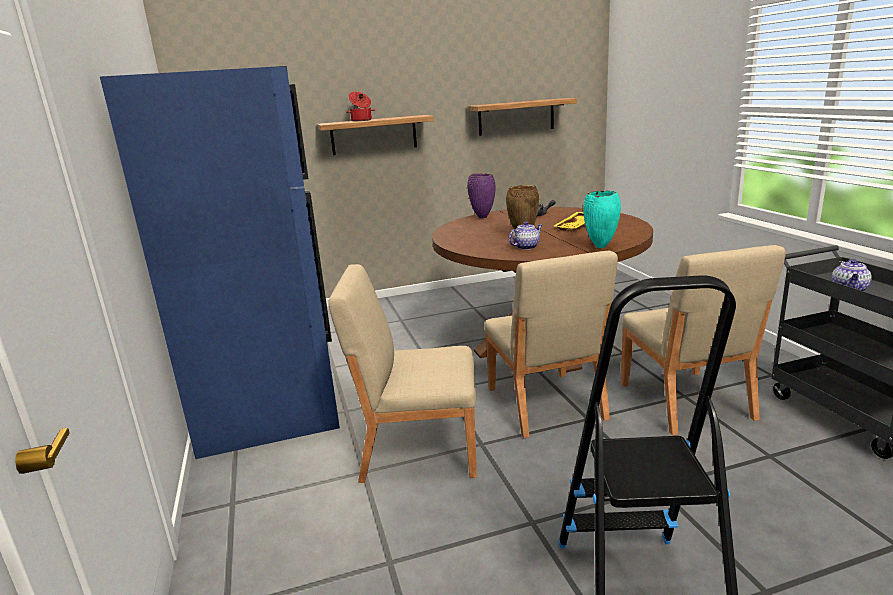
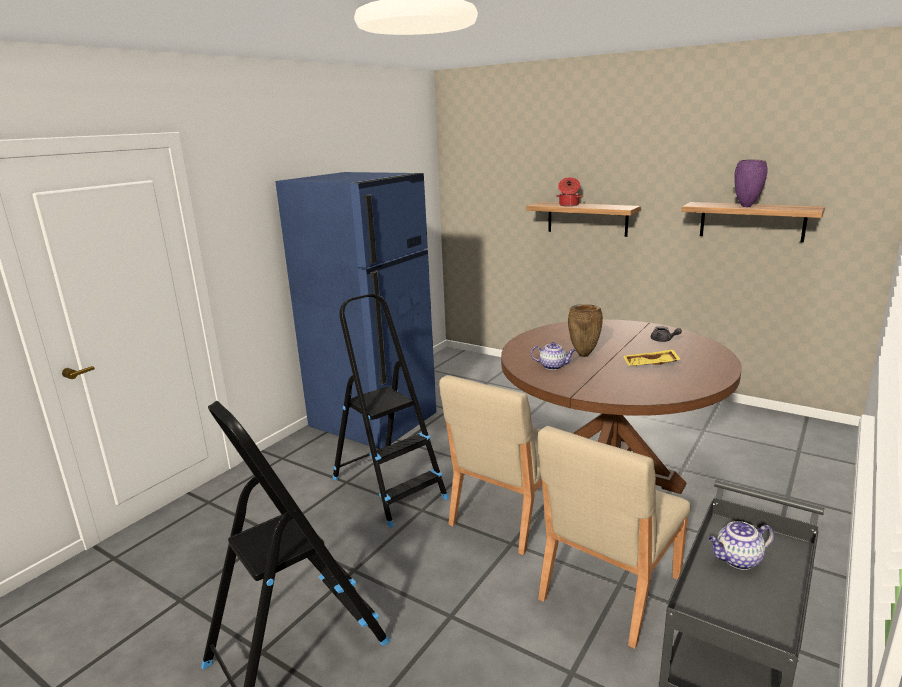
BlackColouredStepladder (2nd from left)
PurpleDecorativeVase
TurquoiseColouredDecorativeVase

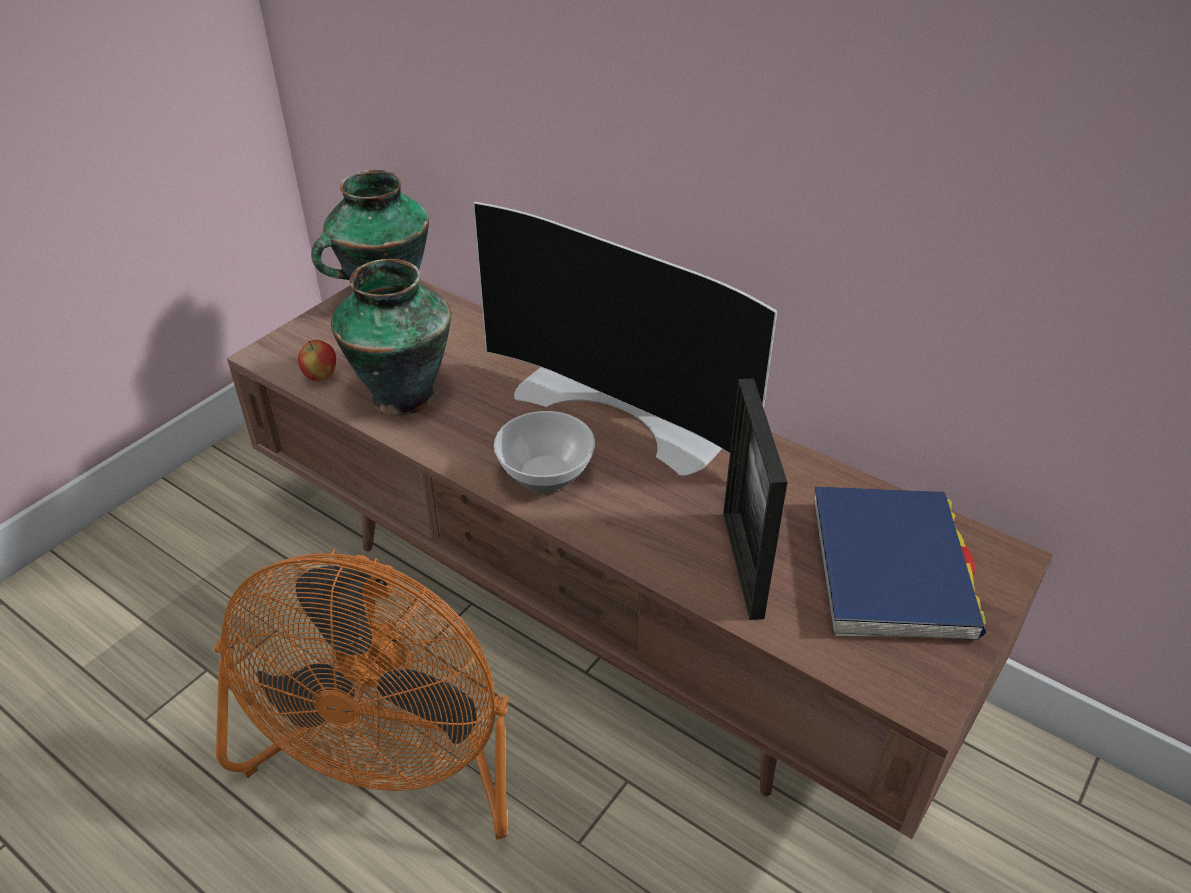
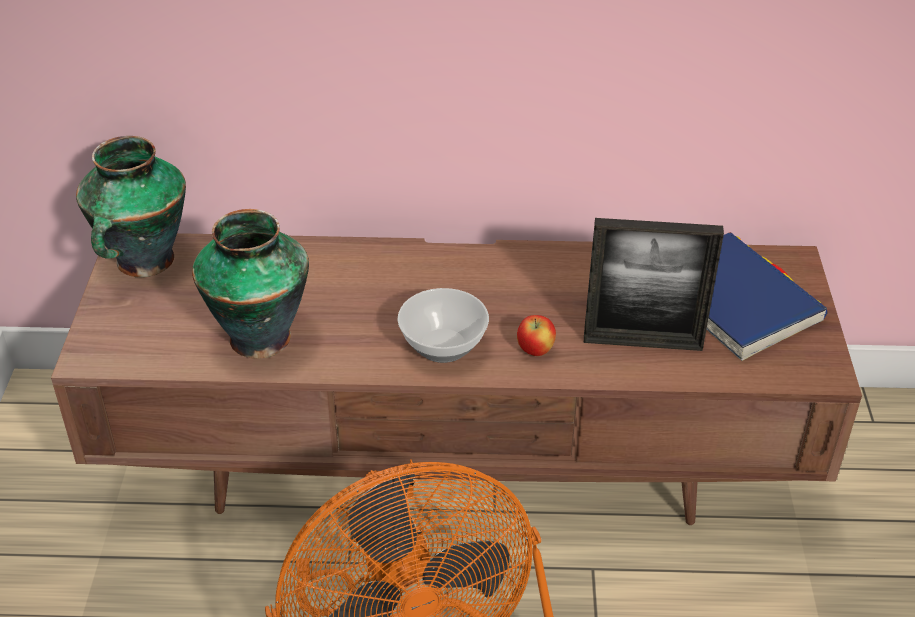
AppleFruit
StandingFrame
Television

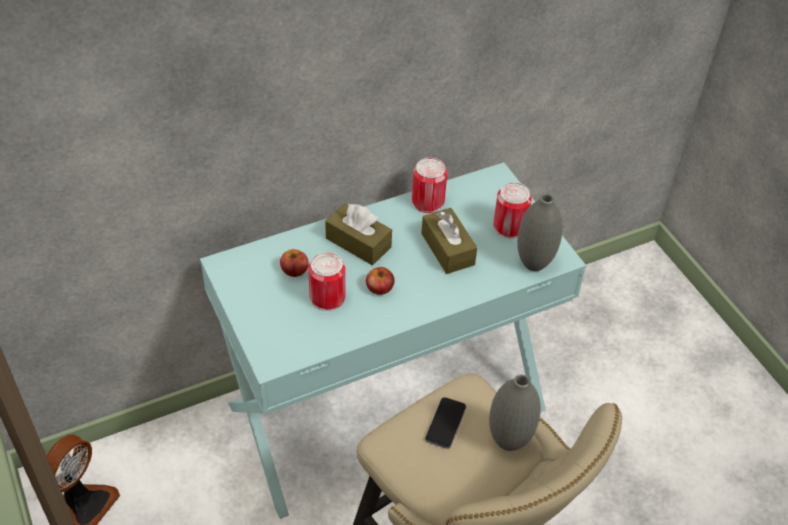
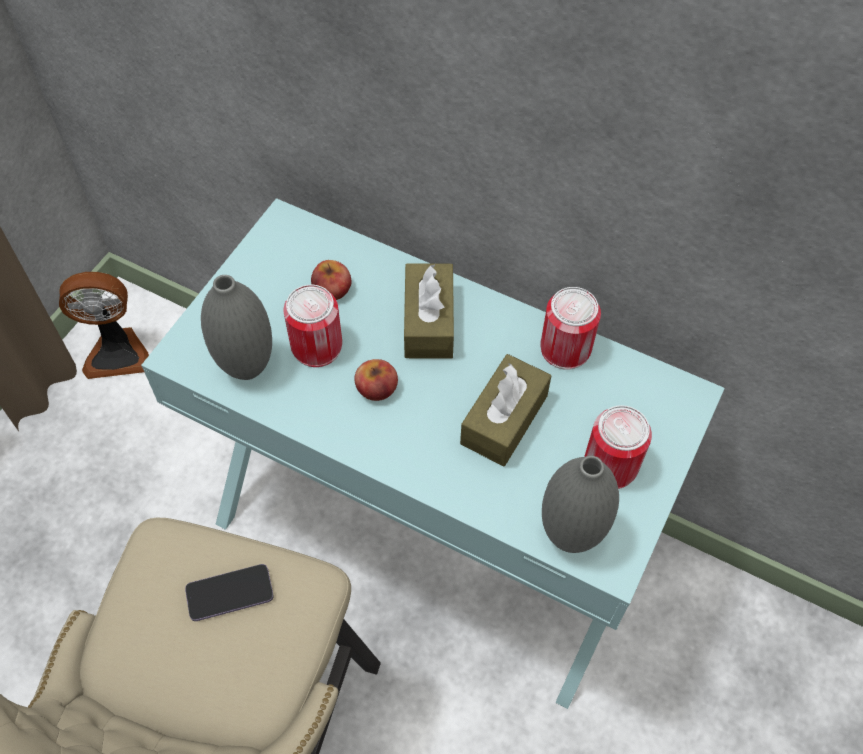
GreyishDecorativeVase (1st from left)

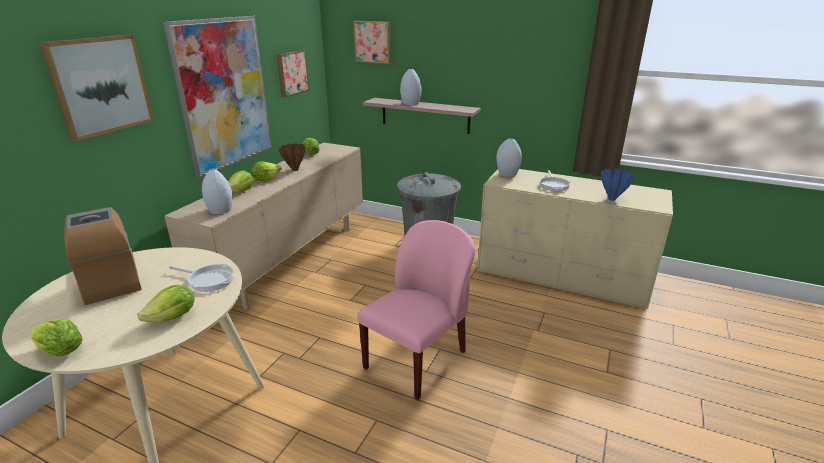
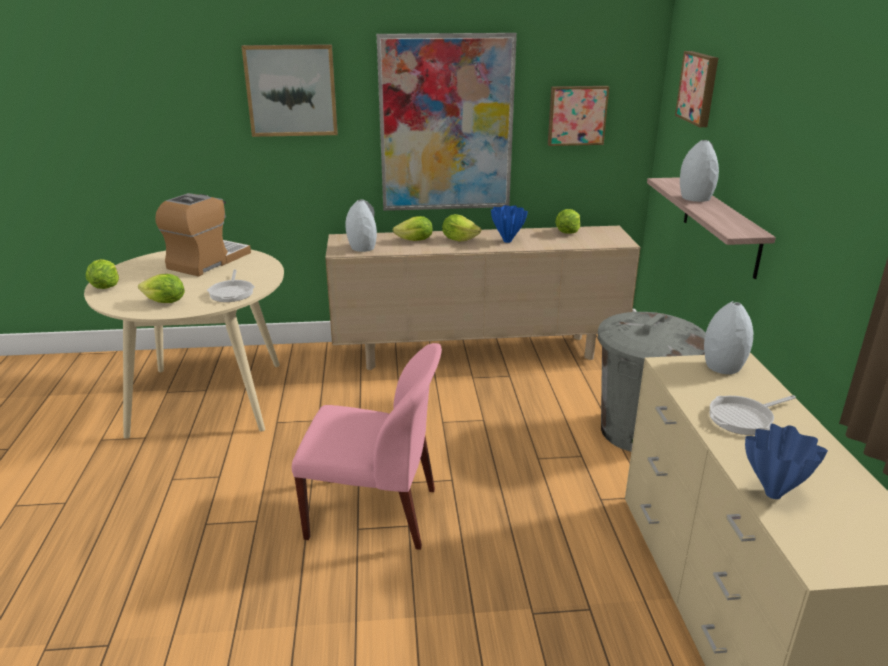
BlueColouredDecorativeVase (1st from left)

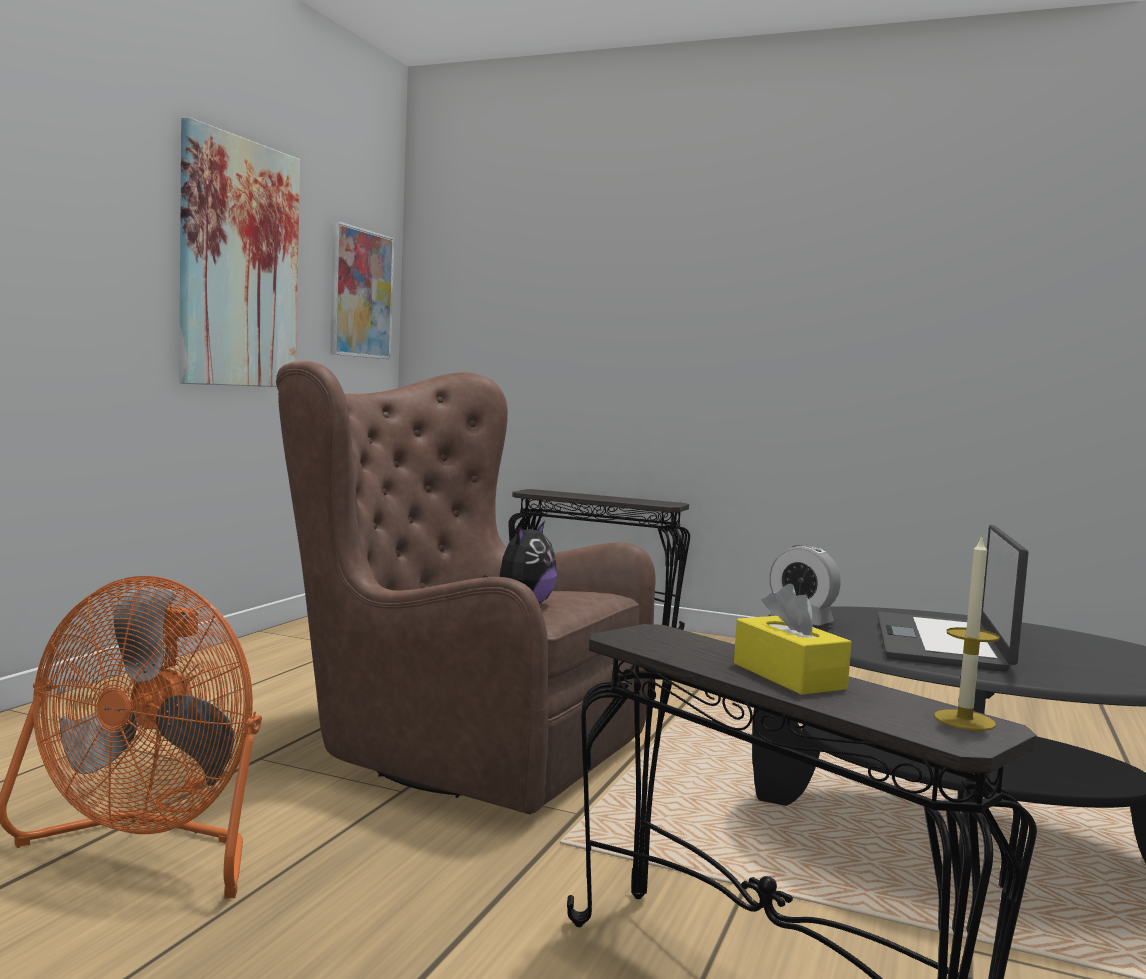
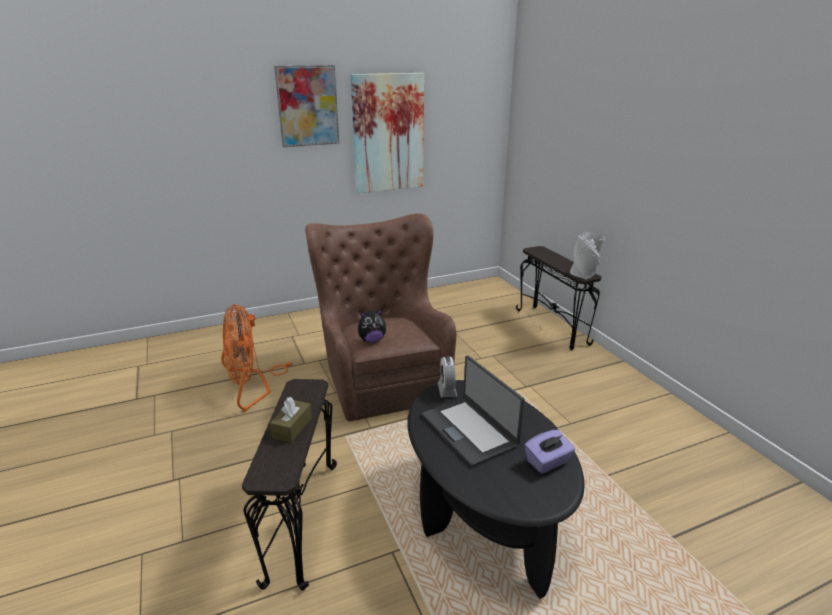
BrownColouredTissueHolder
WallArt (1st from left)
PortableComputer
PurpleTissueHolder
GreyishDecorativeVase
Candle

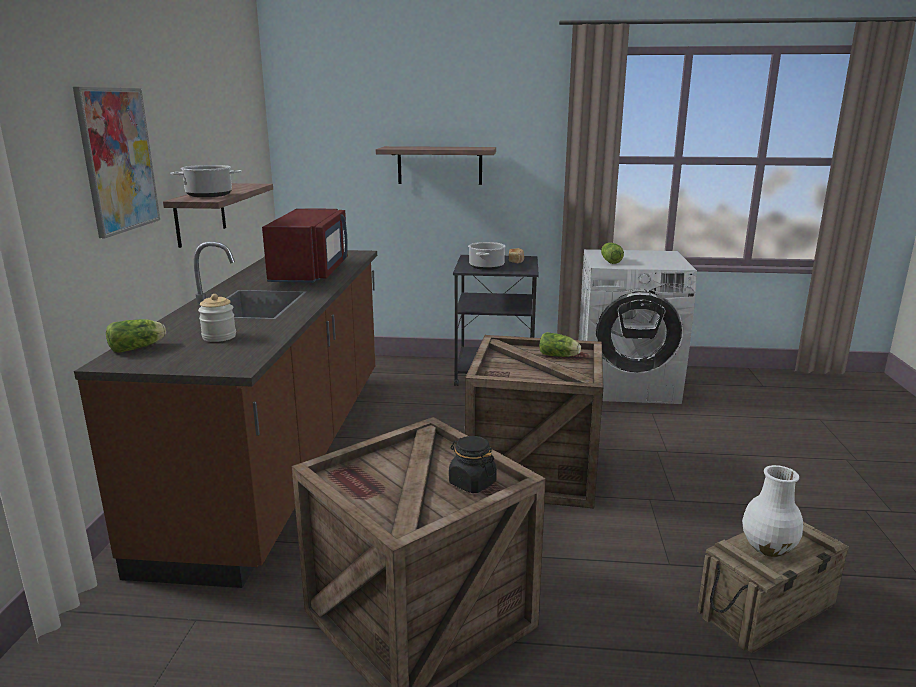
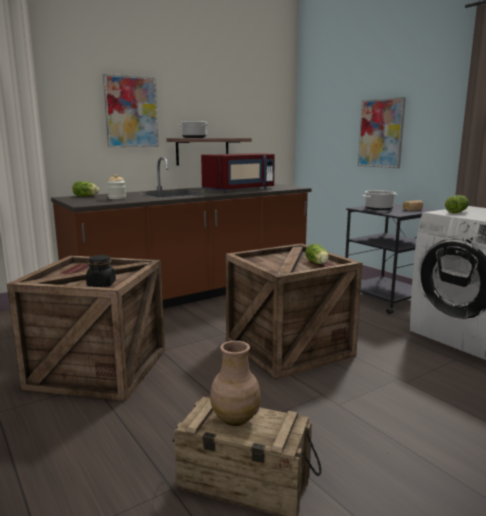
BrownColouredDecorativeVase
WallArt (2nd from left)

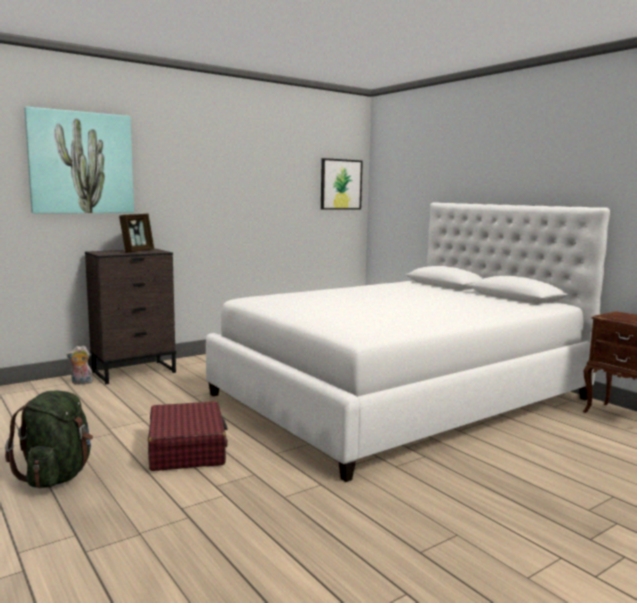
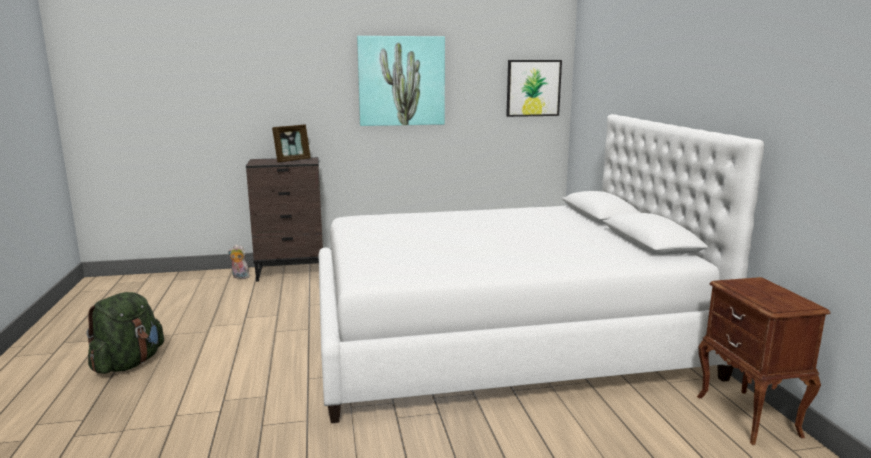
WallArt (1st from left)
RedSuitcase

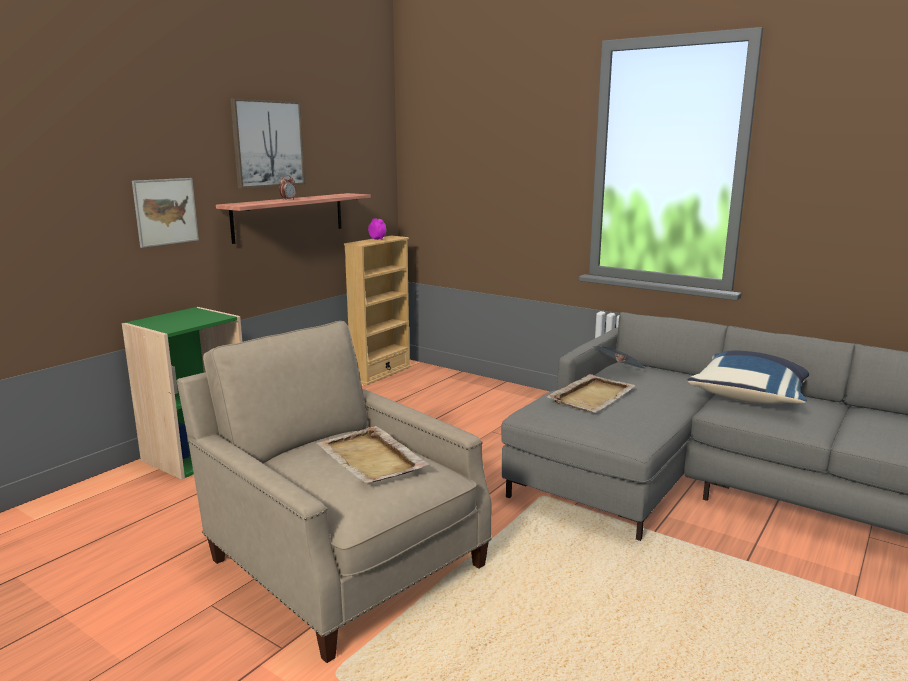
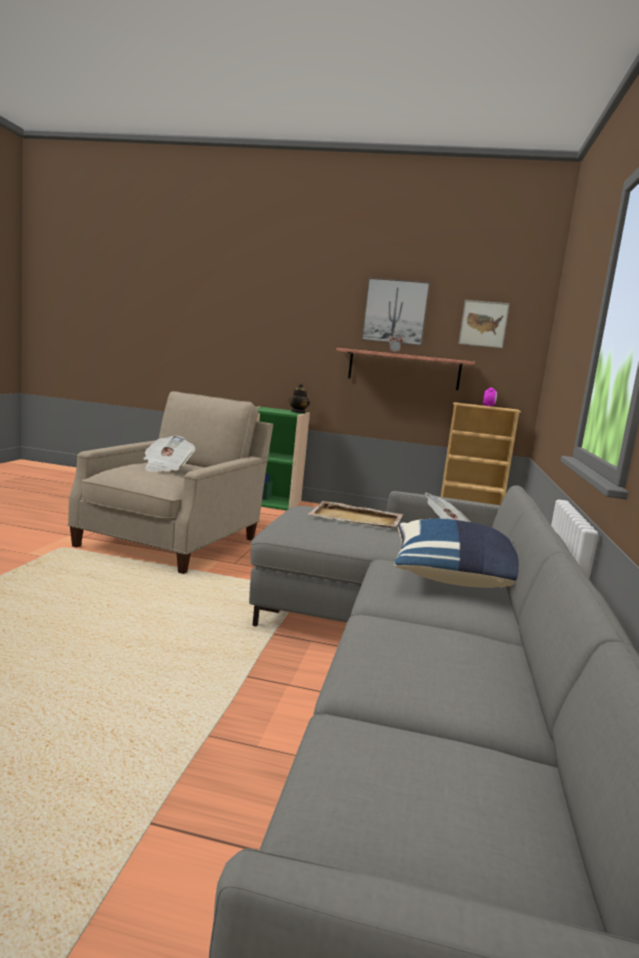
Newspaper (1st from left)
TeaPot
WallArt (2nd from left)

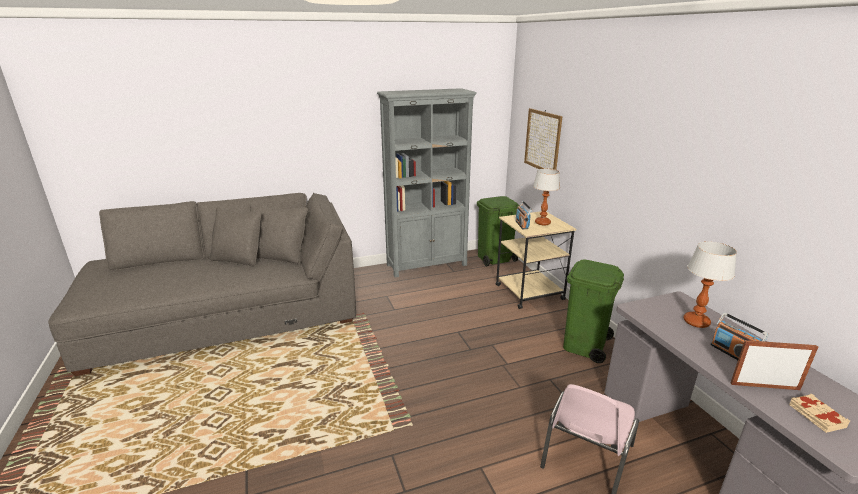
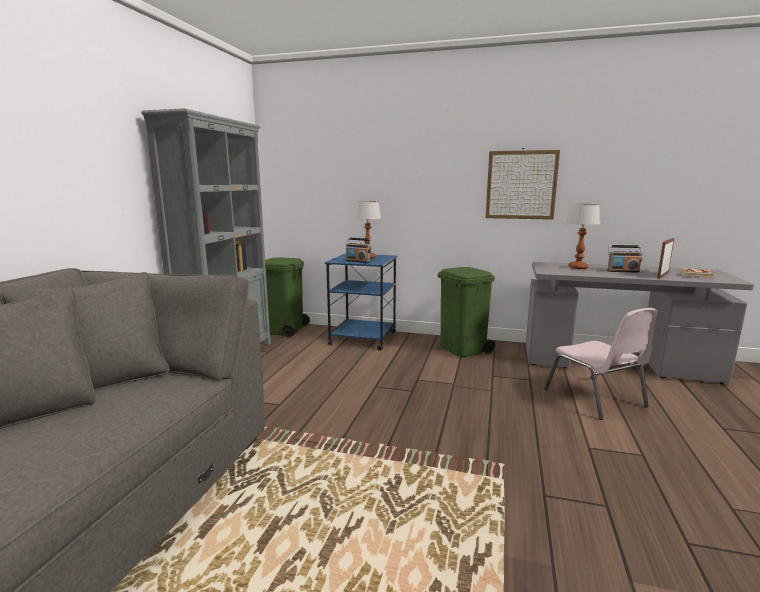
BlueColouredTrolley
WallArt

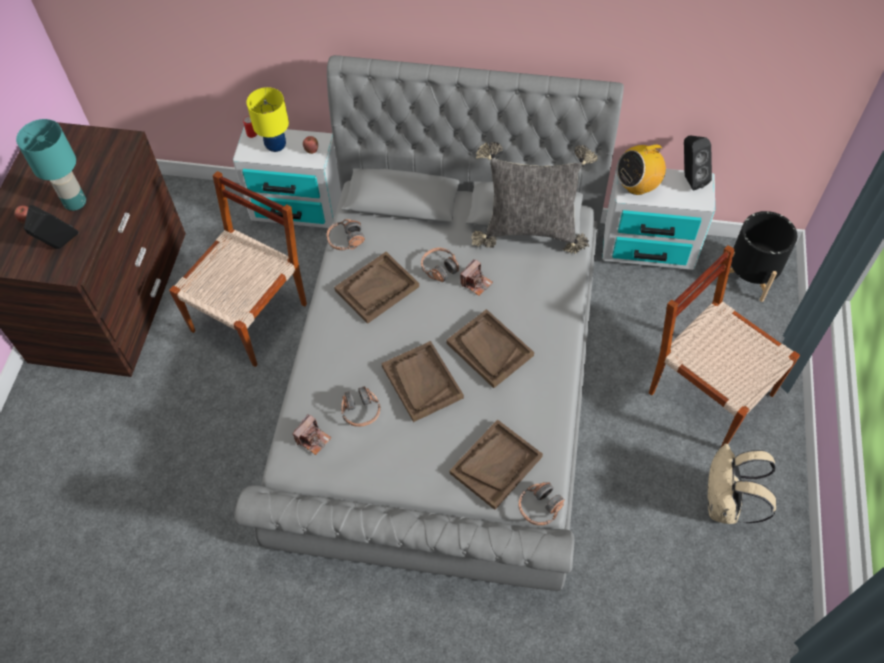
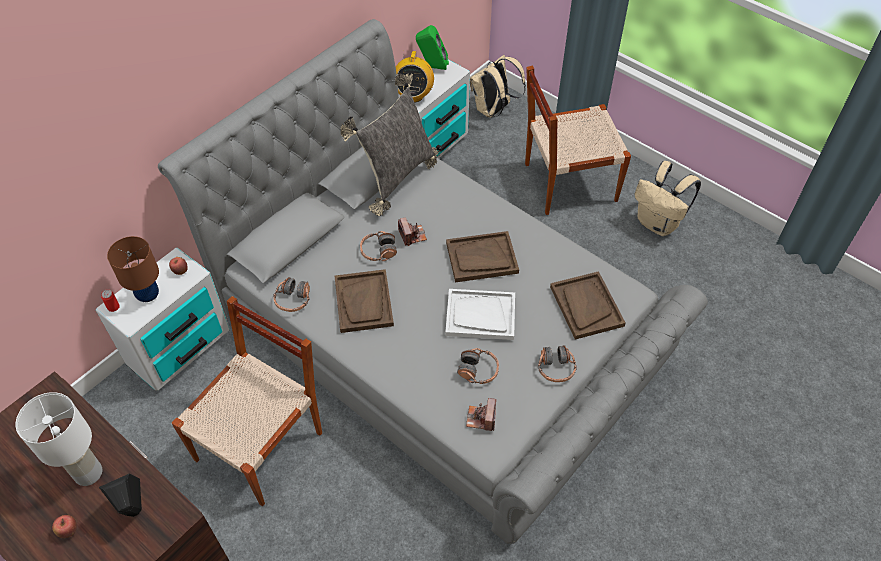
WhiteLampForATable
BrownColouredLampForATable
UprightChair (1st from left)
GreenLoudspeaker
WhiteServingTray
PhotoCamera (2nd from left)
BeigeColouredRucksack (1st from left)
PairOfHeadphones (4th from left)

